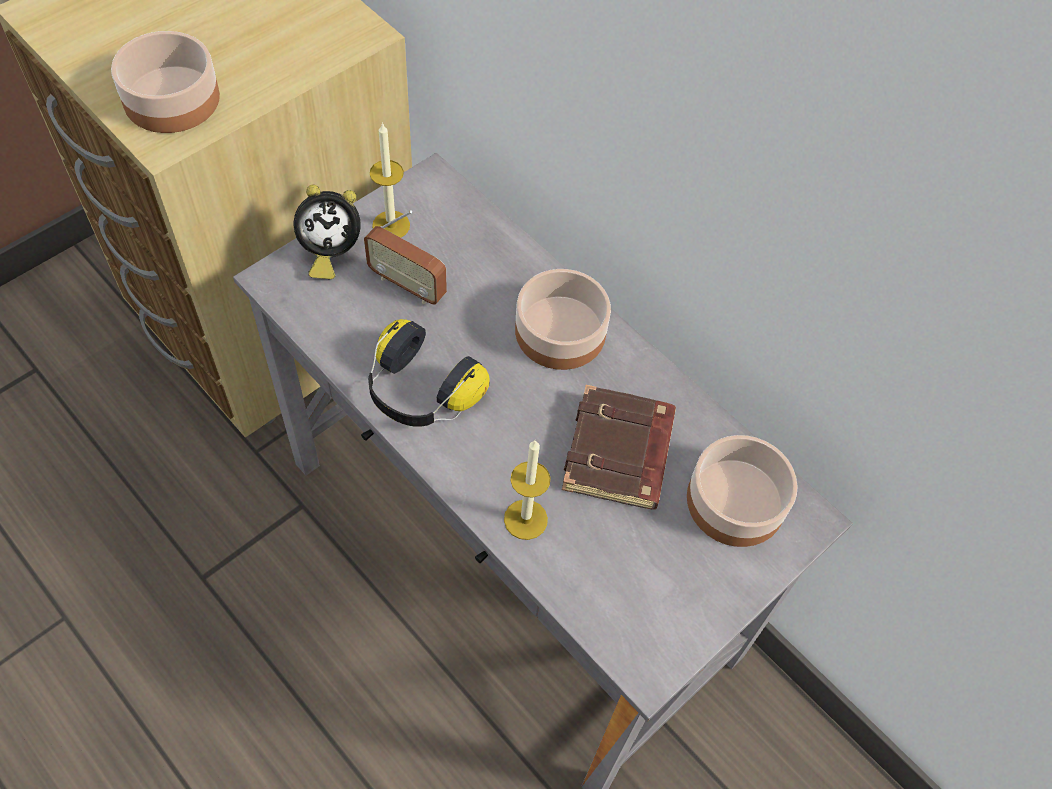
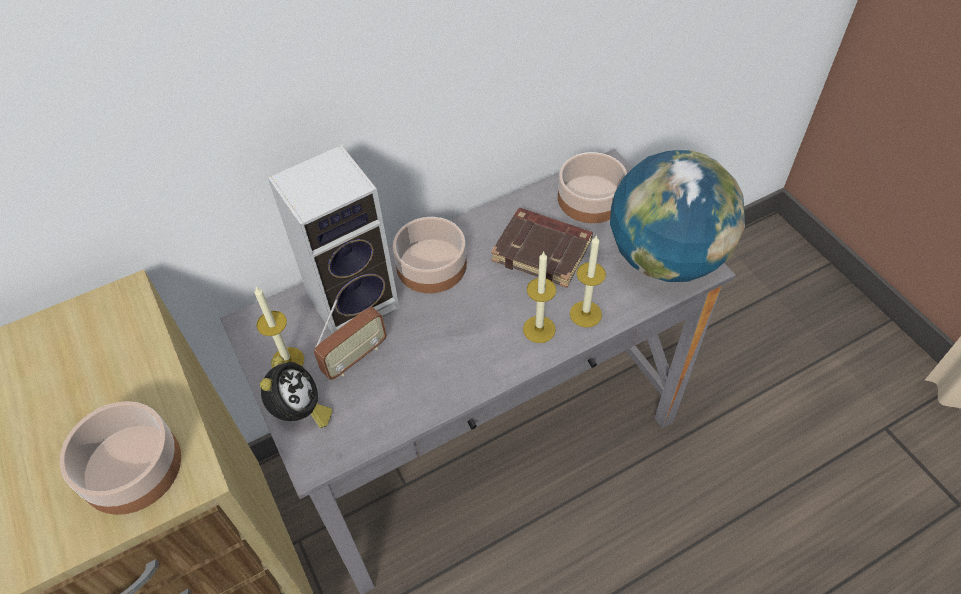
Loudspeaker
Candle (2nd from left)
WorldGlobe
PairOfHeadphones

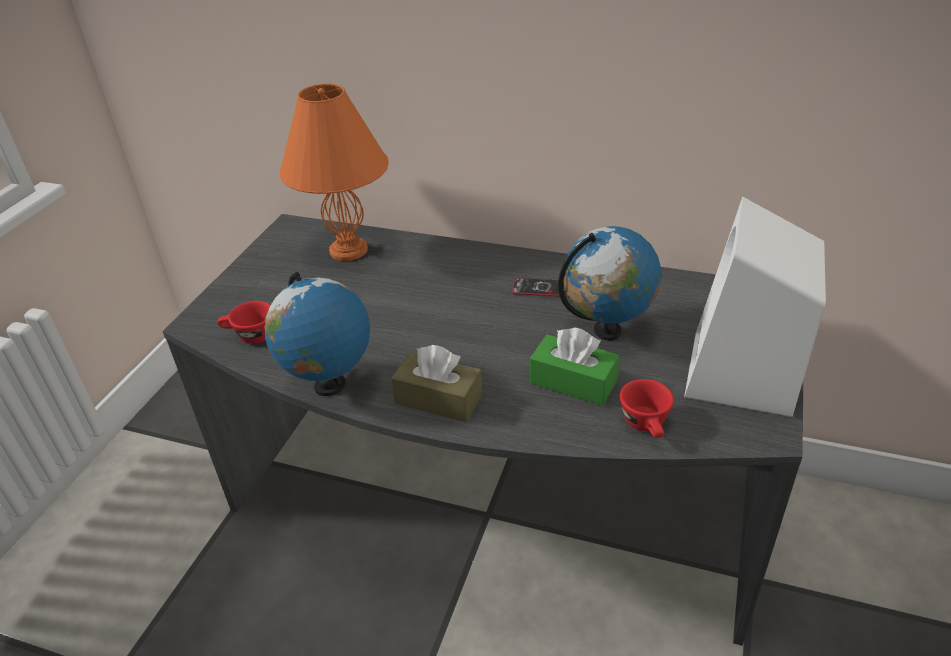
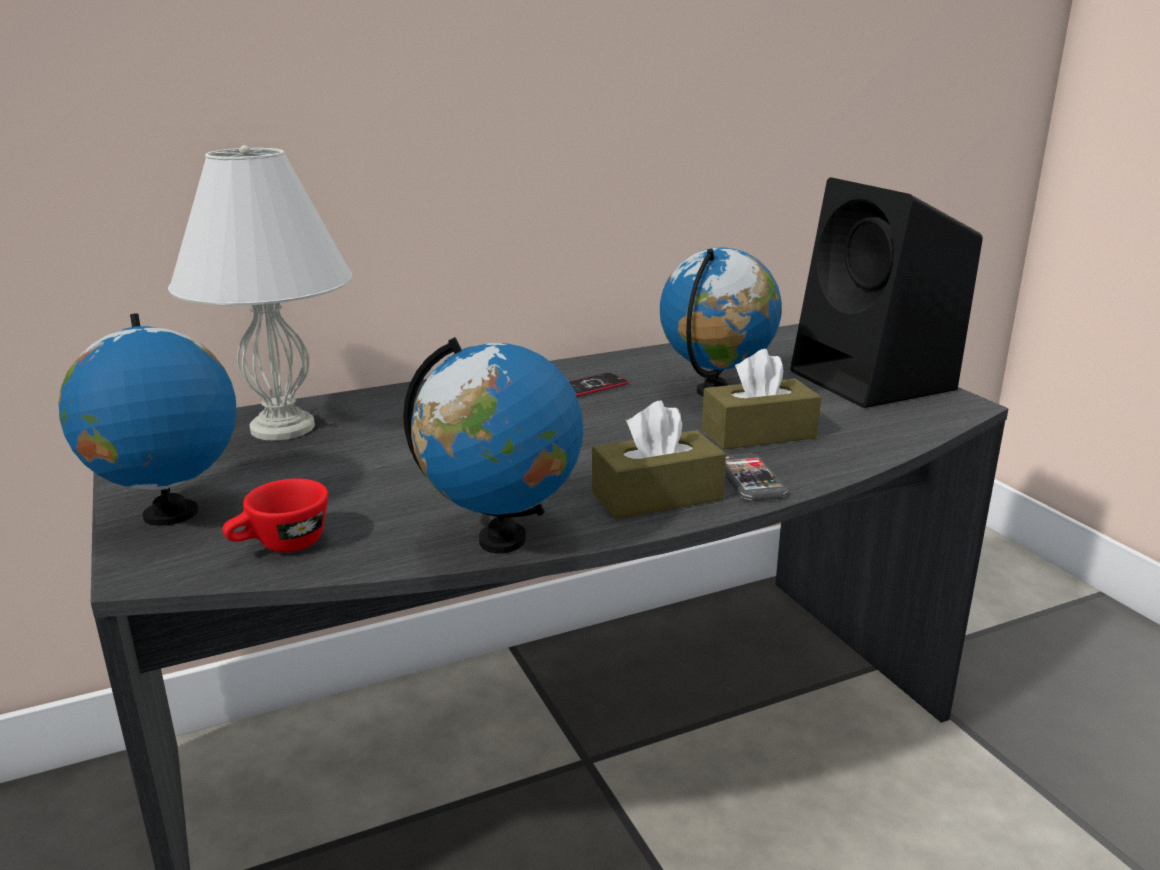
WorldGlobe (1st from left)
WhiteLampForATable
BrownColouredTissueHolder (2nd from left)
Phone (2nd from left)
BlackColouredLoudspeaker
RedDrinkingCup (2nd from left in the first image)

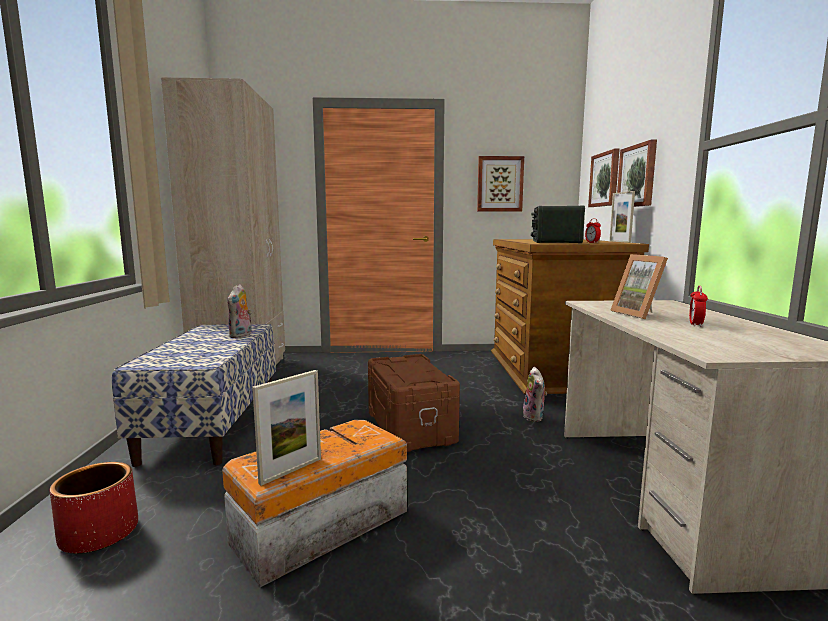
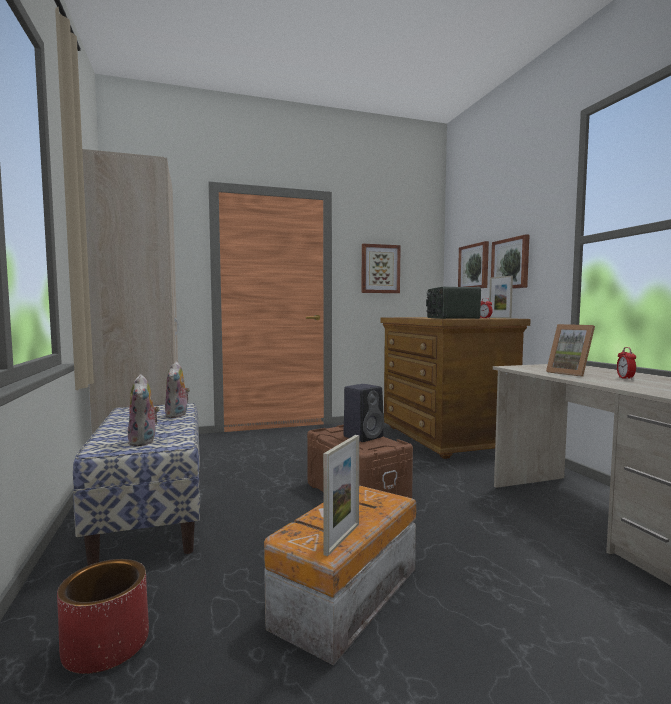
CuddlyToy (1st from left)
BlackColouredLoudspeaker

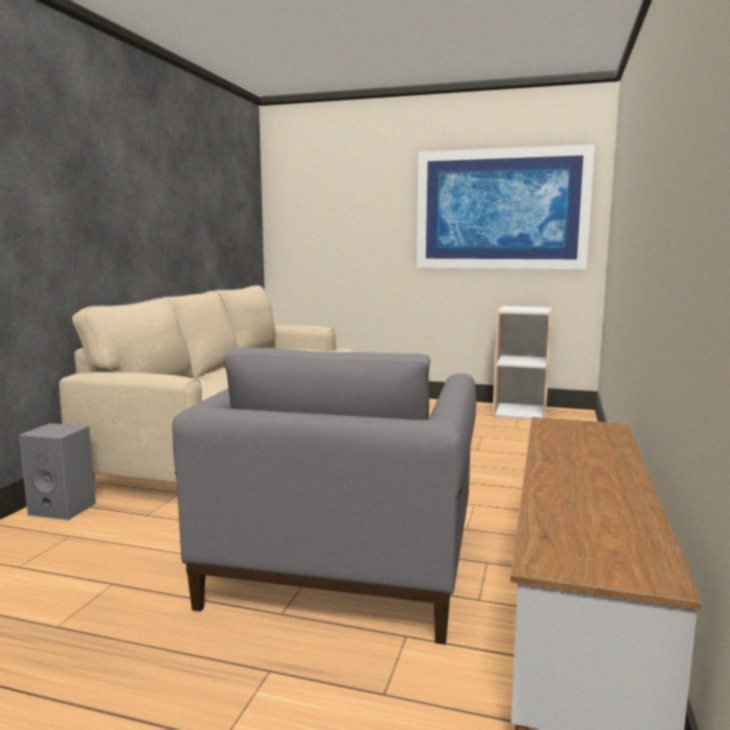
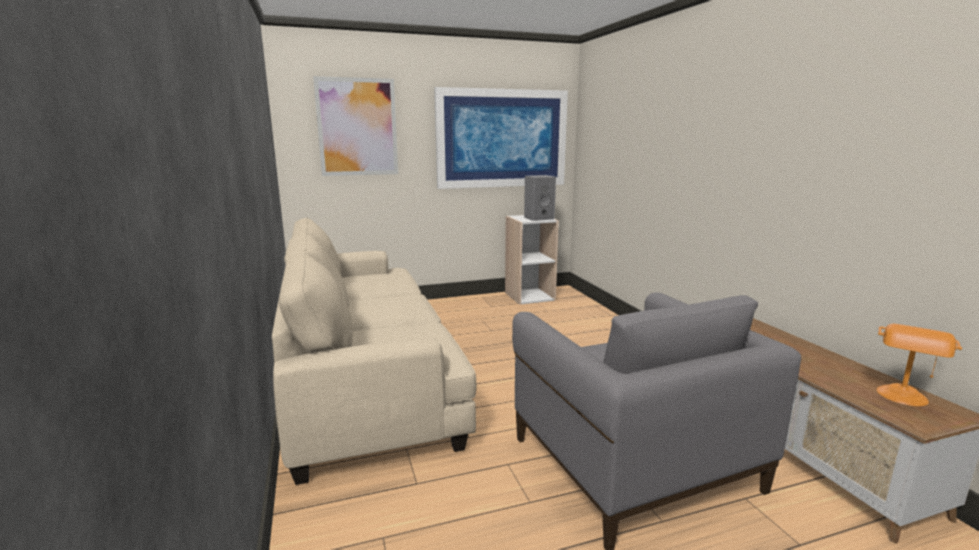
WallArt (1st from left)
GreyishLoudspeaker
OrangeColouredLampForATable

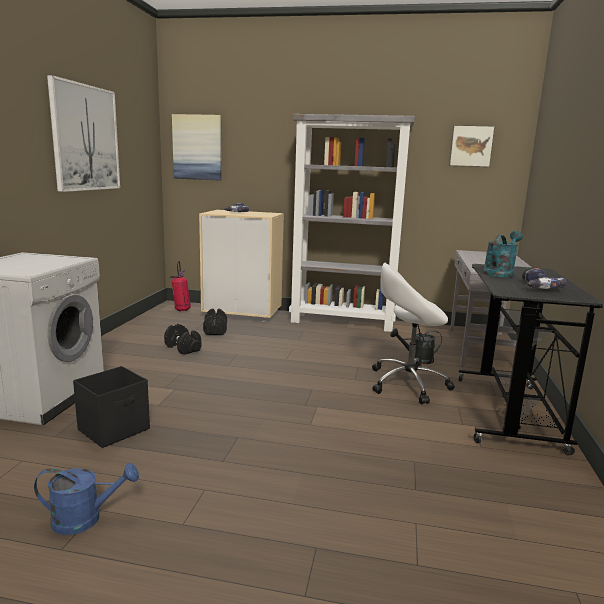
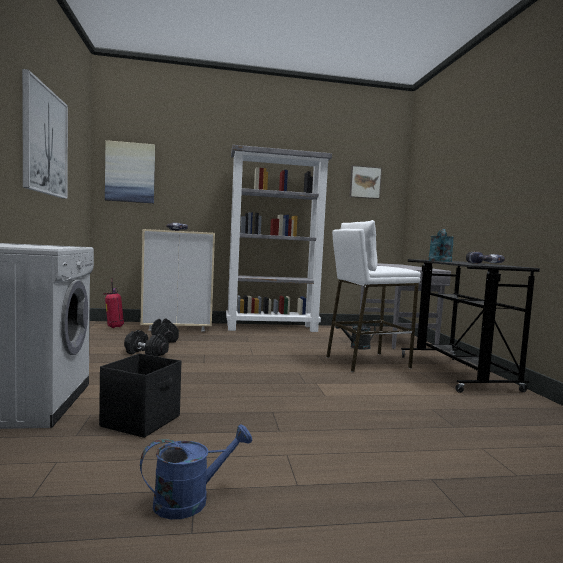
WhiteStool

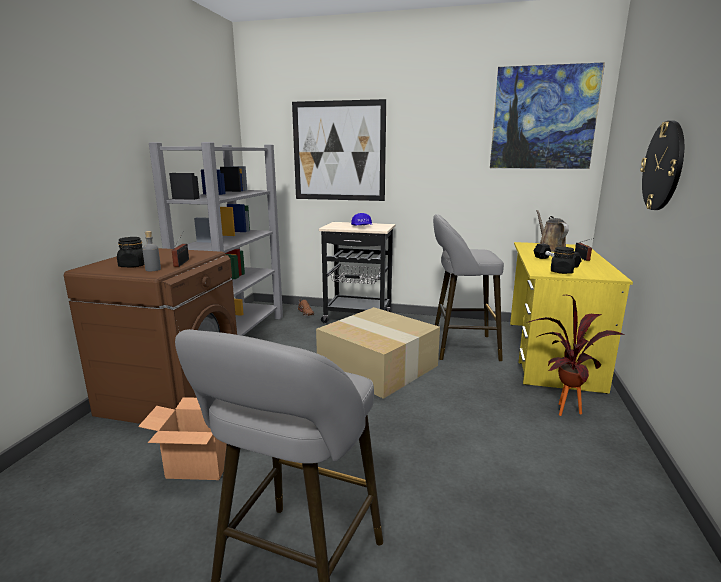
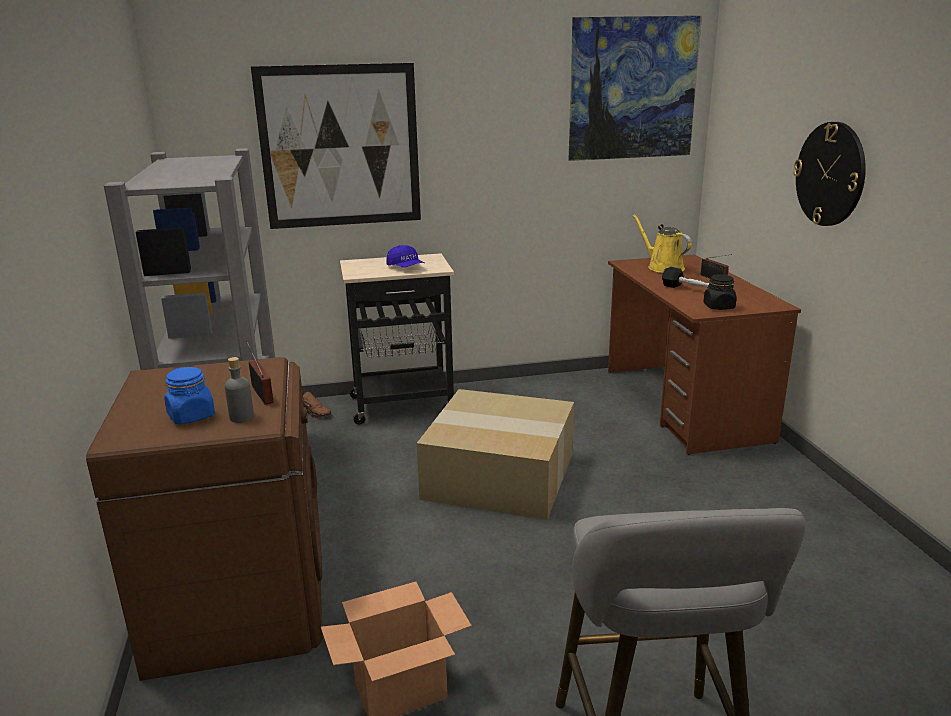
BlueColouredJar
BrownColouredDeskTable
YellowishWateringCan
GreyishStool (2nd from left in the first image)
PottedPlant

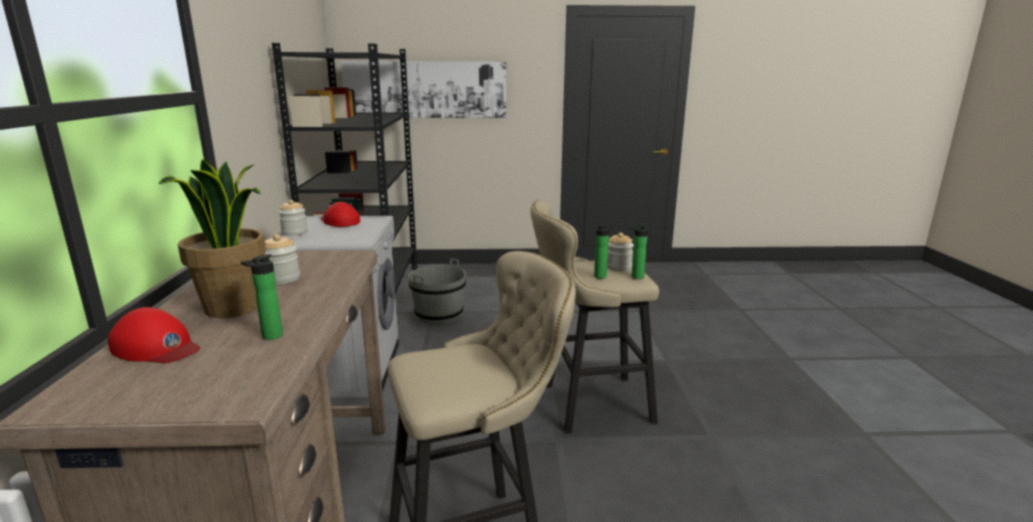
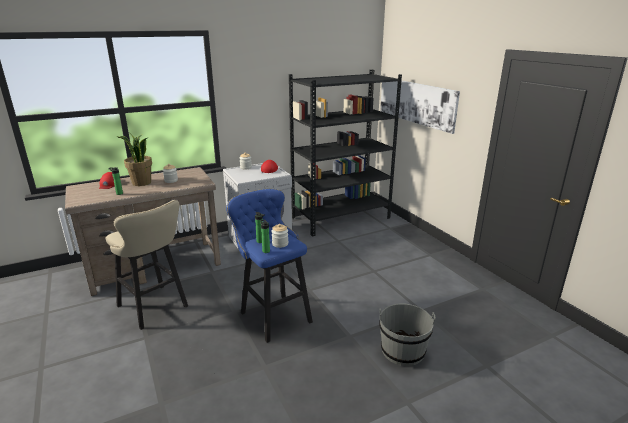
BlueColouredStool
GreyishBucket

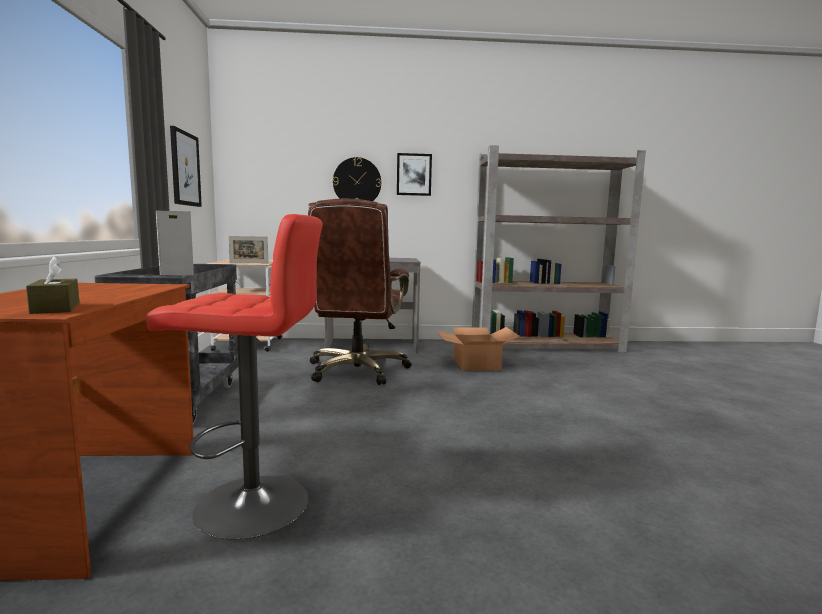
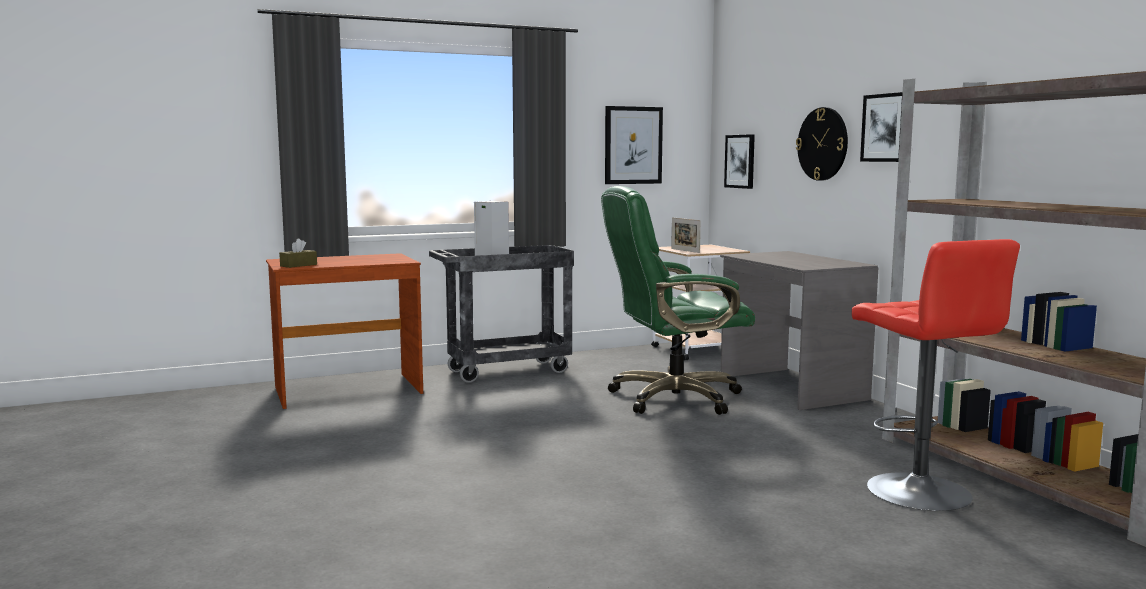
GreenComputerChair
WallArt (2nd from left)
RedStool
CardboardBox

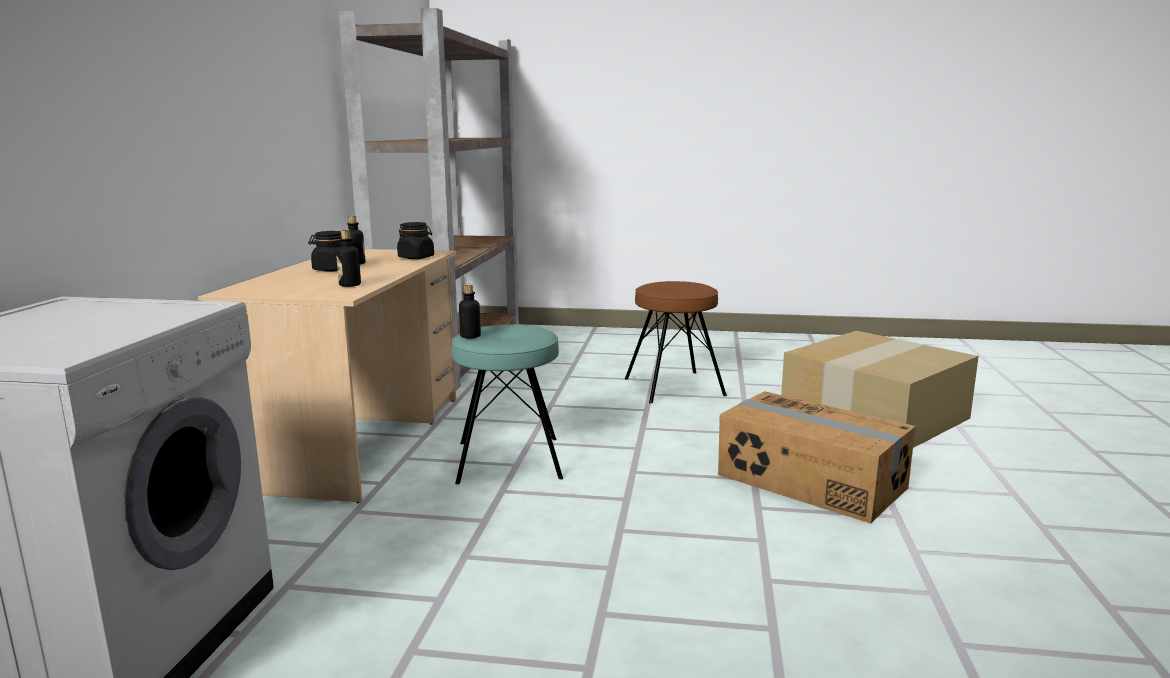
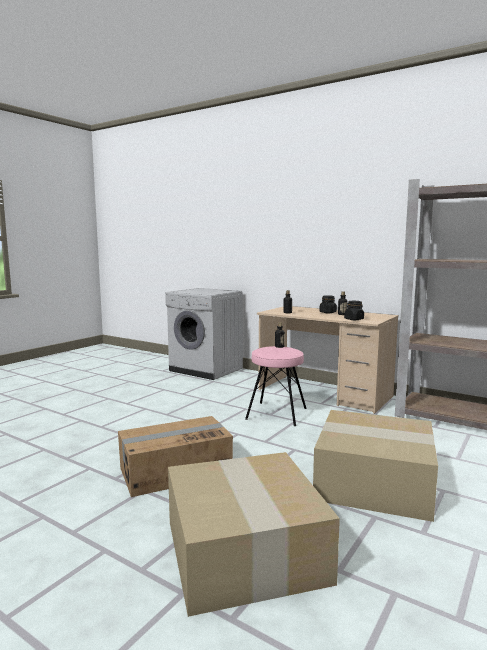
PinkColouredStool
CardboardBox (3rd from left)

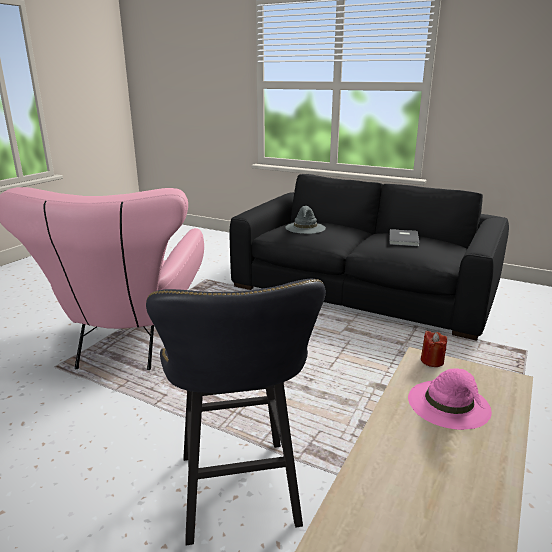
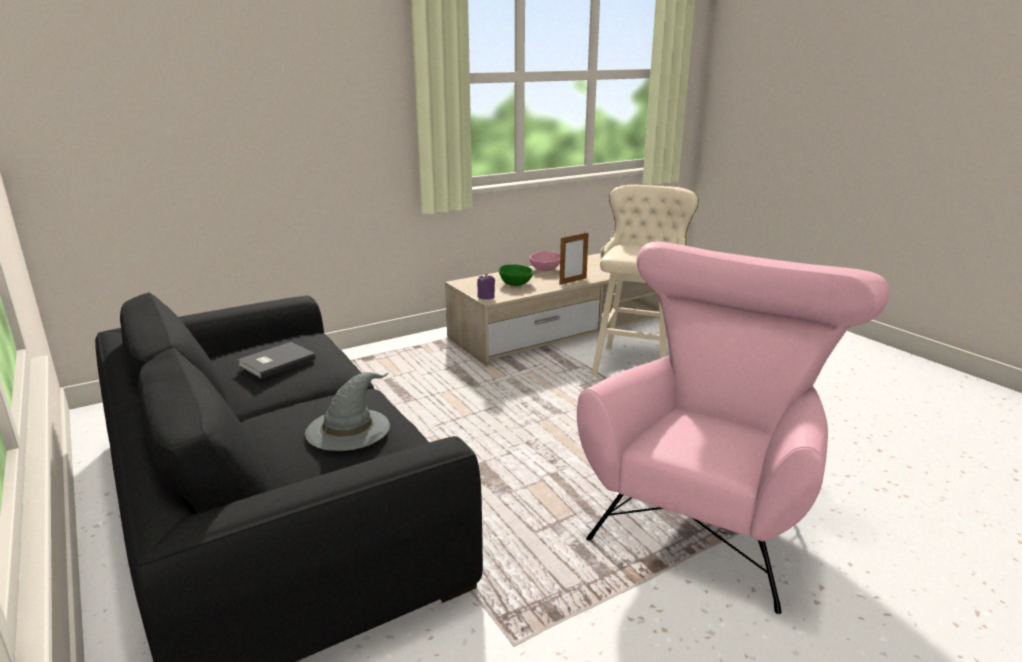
PurpleCandle
GreenServingBowl
PinkColouredServingBowl
StandingFrame
BeigeColouredStool

